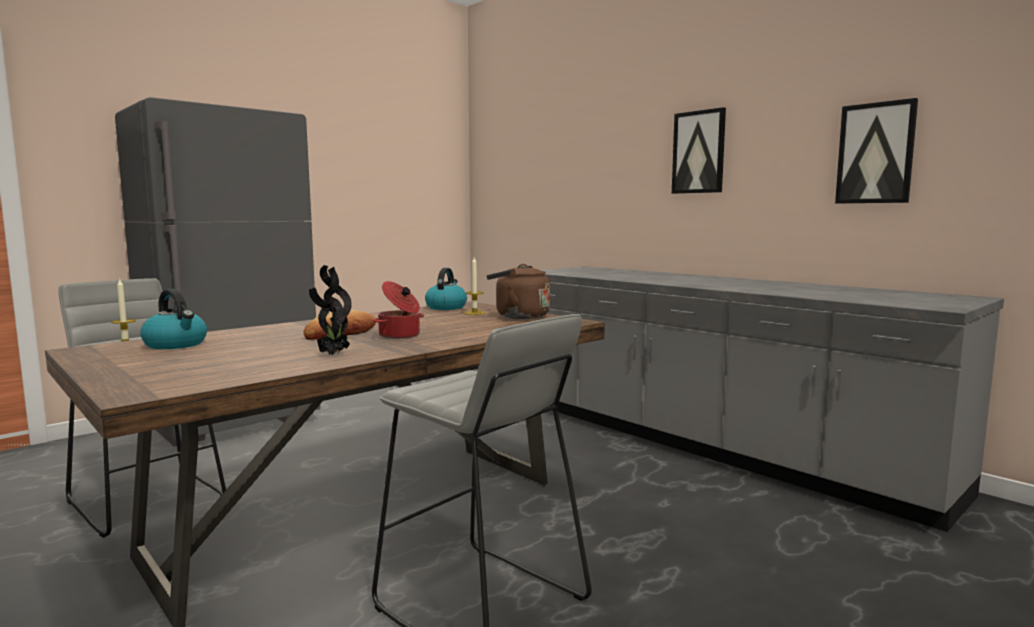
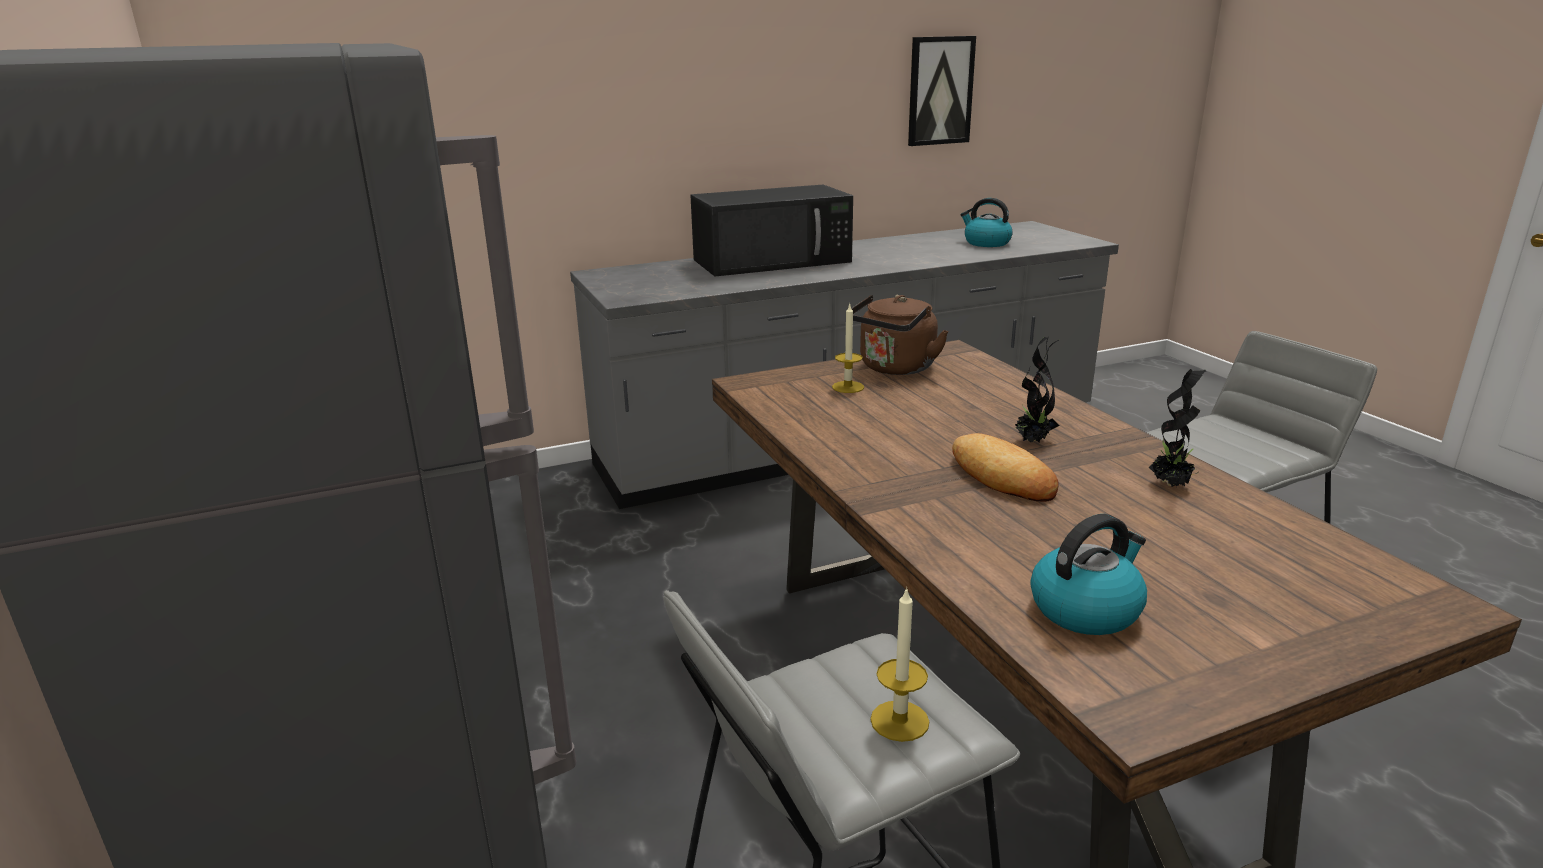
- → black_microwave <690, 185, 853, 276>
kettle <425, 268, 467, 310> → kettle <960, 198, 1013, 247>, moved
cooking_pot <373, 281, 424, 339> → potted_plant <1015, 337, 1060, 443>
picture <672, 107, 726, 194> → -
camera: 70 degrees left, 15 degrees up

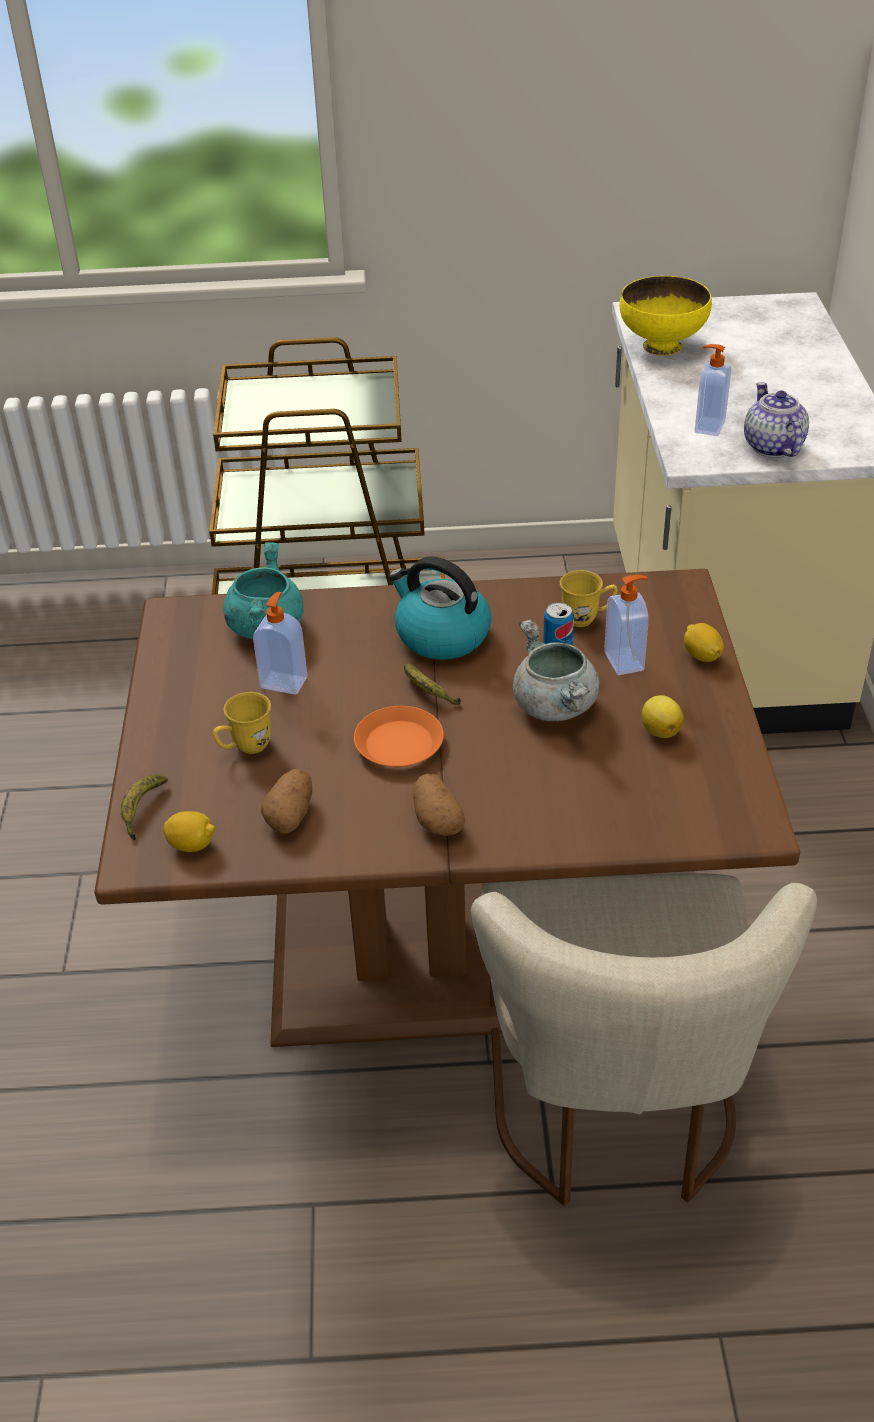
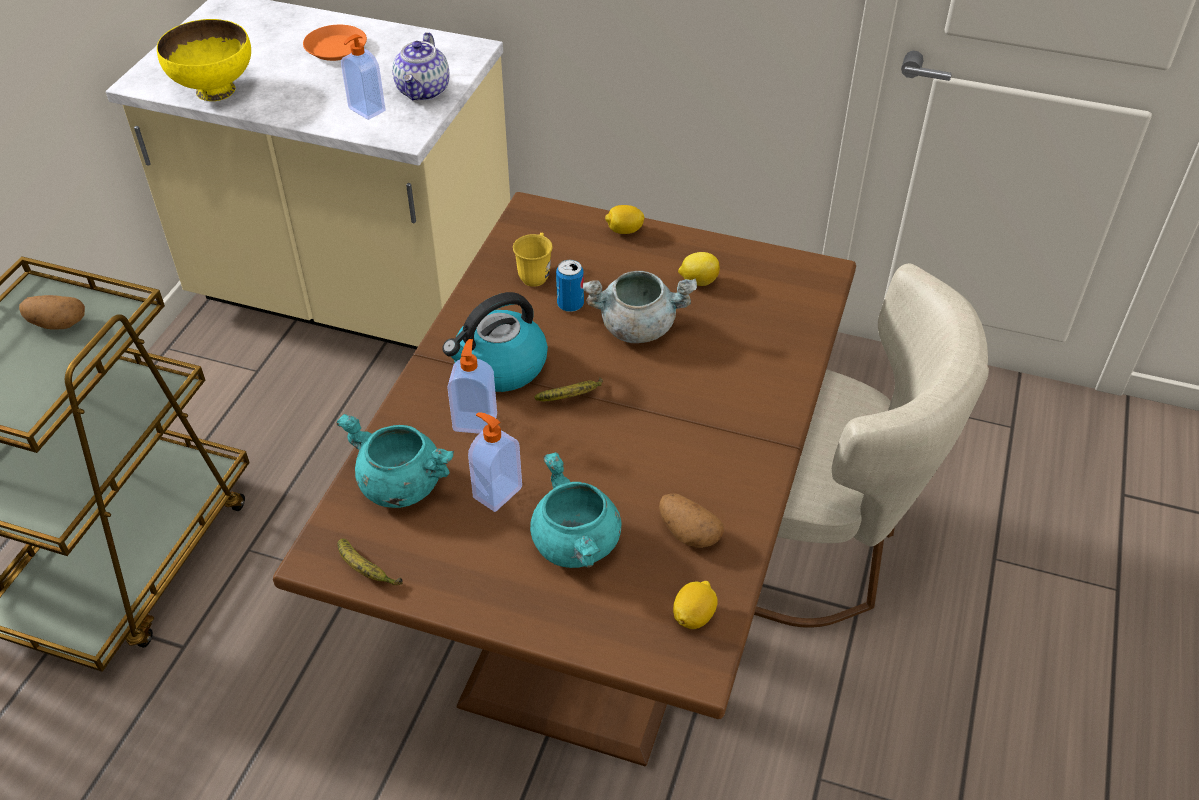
potato <413, 774, 465, 836> → potato <19, 295, 85, 330>, moved
orange_plate <354, 706, 444, 767> → orange_plate <303, 25, 367, 61>, moved
banana <121, 775, 168, 841> → banana <337, 538, 403, 585>, moved
teapot <744, 382, 809, 458> → teapot <392, 32, 450, 101>, 90 degrees counterclockwise
soap_dispenser <604, 575, 649, 675> → soap_dispenser <447, 339, 497, 434>, moved
yellow_mug <213, 692, 271, 754> → turquoise_cooking_pot <530, 452, 622, 568>
camera: 70 degrees left, 5 degrees up

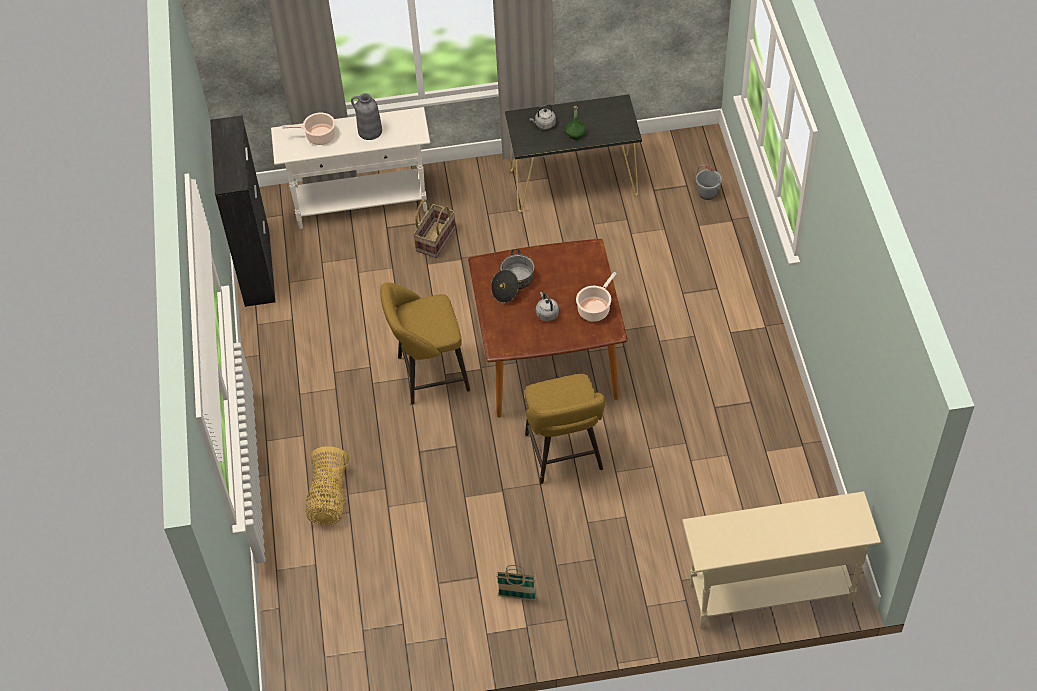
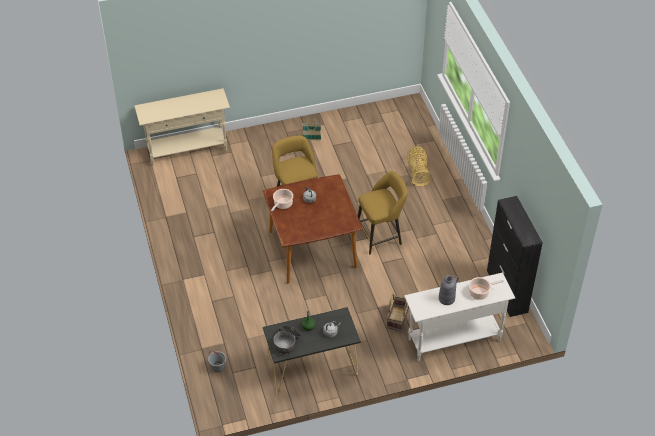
cooking_pot <491, 249, 534, 303> → cooking_pot <273, 325, 301, 353>, moved
camera: 170 degrees right, 5 degrees down

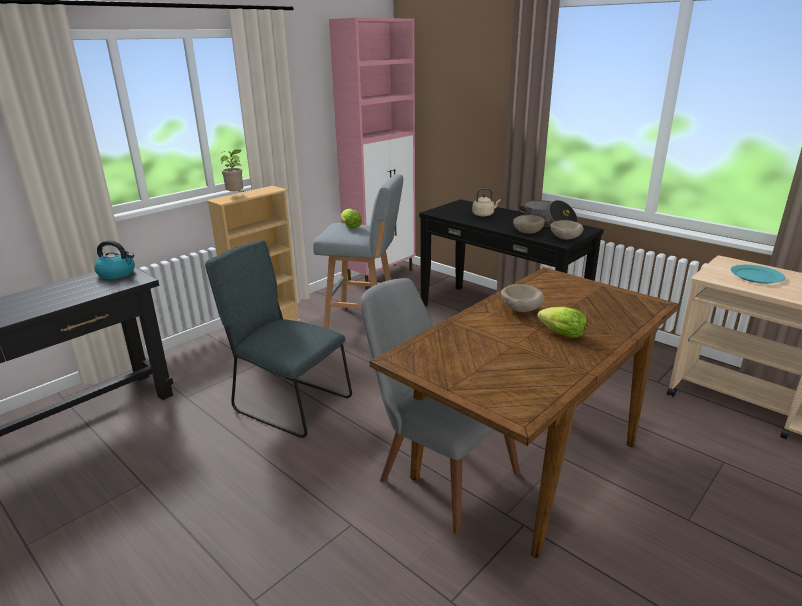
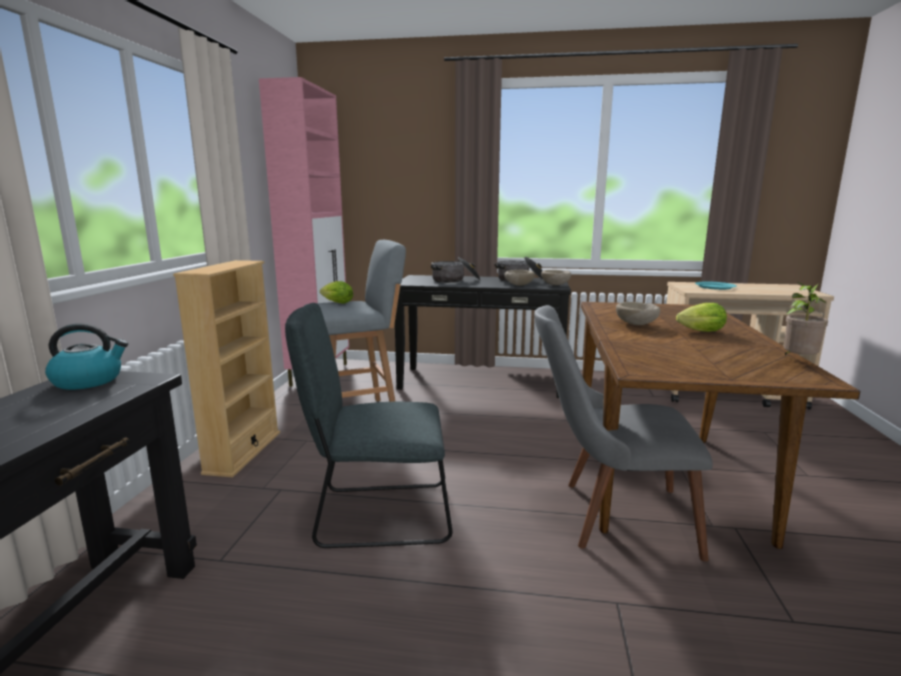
beige_kettle <472, 188, 501, 217> → cooking_pot <431, 257, 481, 283>
potted_plant <221, 149, 245, 193> → potted_plant <784, 282, 828, 355>, moved
camera: 35 degrees left, 10 degrees down

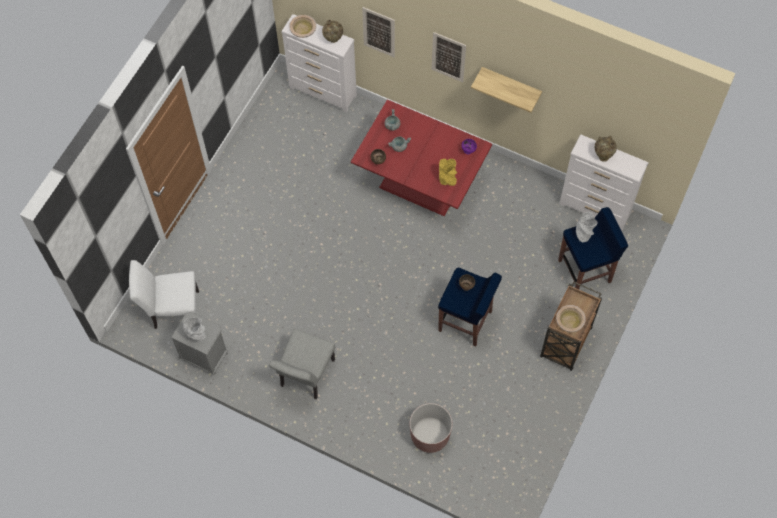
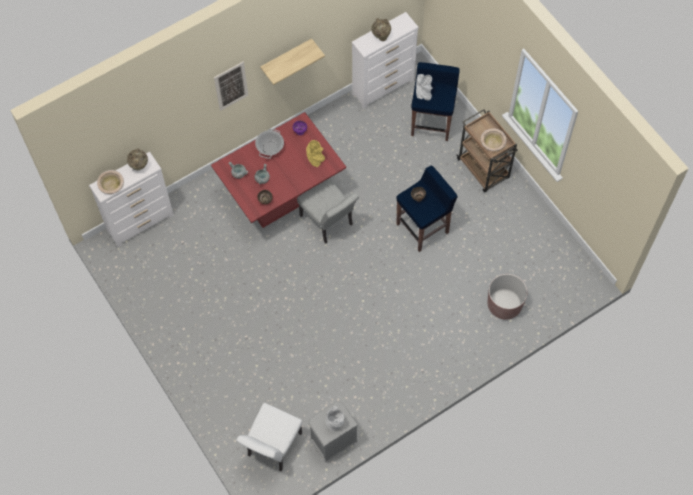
- → cooking_pot <255, 129, 284, 159>
grey_chair <269, 329, 335, 399> → grey_chair <297, 178, 359, 244>, moved
picture <362, 7, 395, 57> → -
camera: 60 degrees left, 0 degrees up

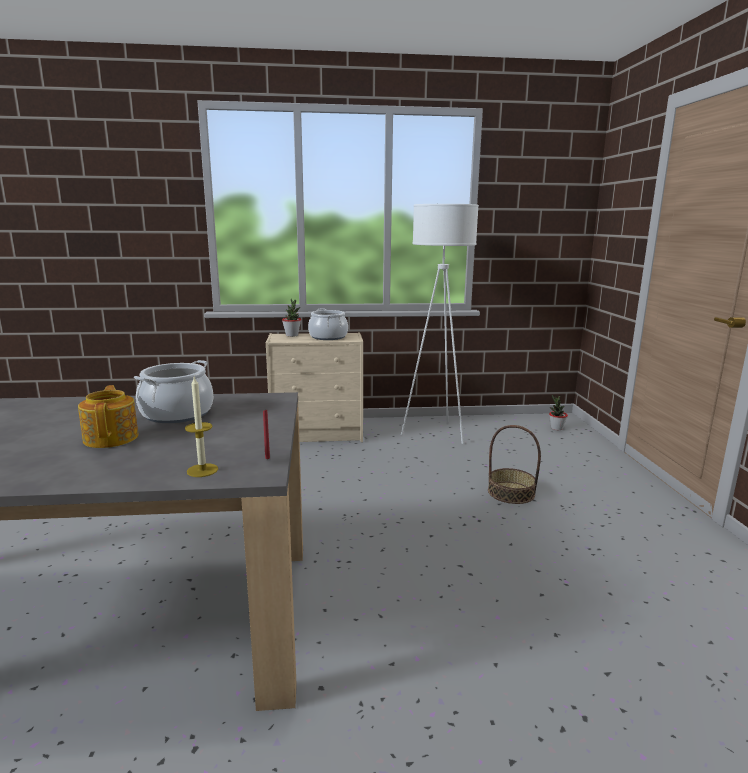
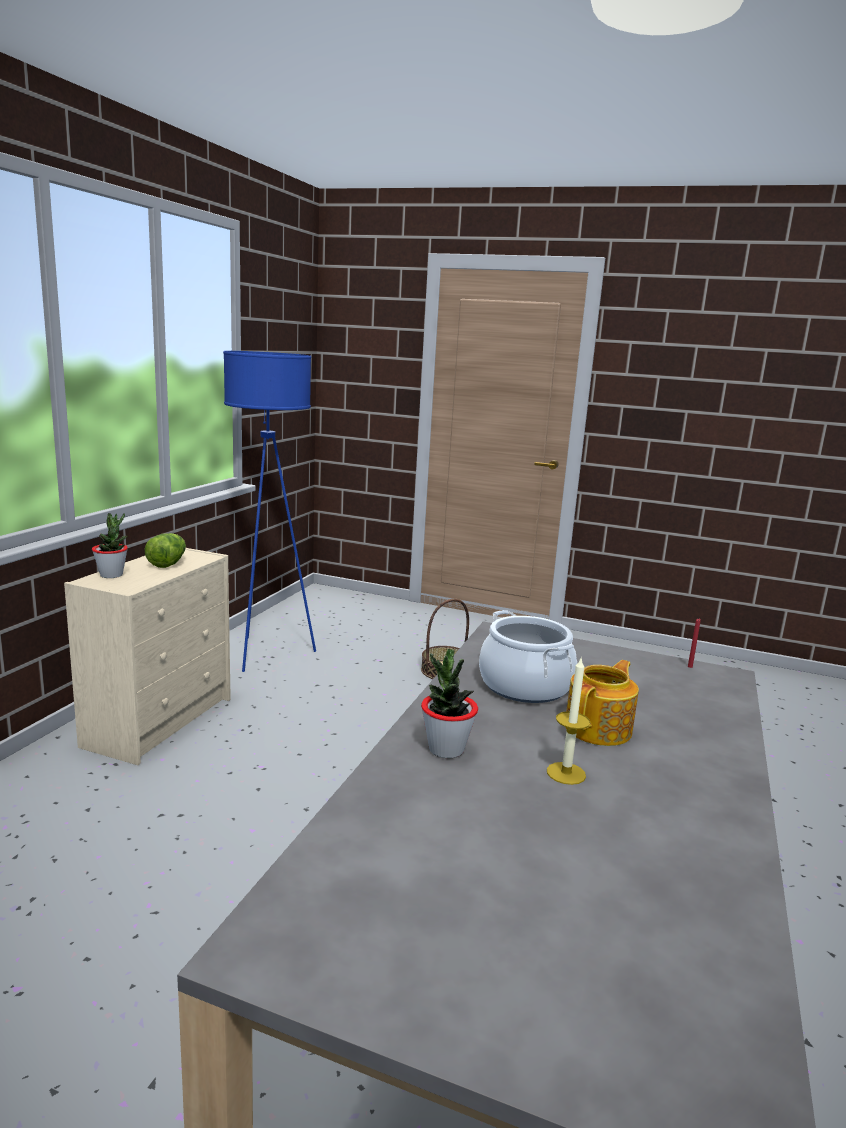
cooking_pot <308, 308, 348, 340> → lettuce <145, 533, 186, 568>
white_floor_lamp <401, 204, 479, 444> → blue_floor_lamp <223, 351, 316, 672>
potted_plant <549, 395, 568, 430> → potted_plant <421, 649, 478, 758>, moved
candle <185, 377, 218, 477> → candle <547, 658, 590, 785>, moved
teapot <78, 385, 138, 448> → teapot <565, 660, 639, 746>, 120 degrees clockwise
camera: 65 degrees left, 0 degrees up

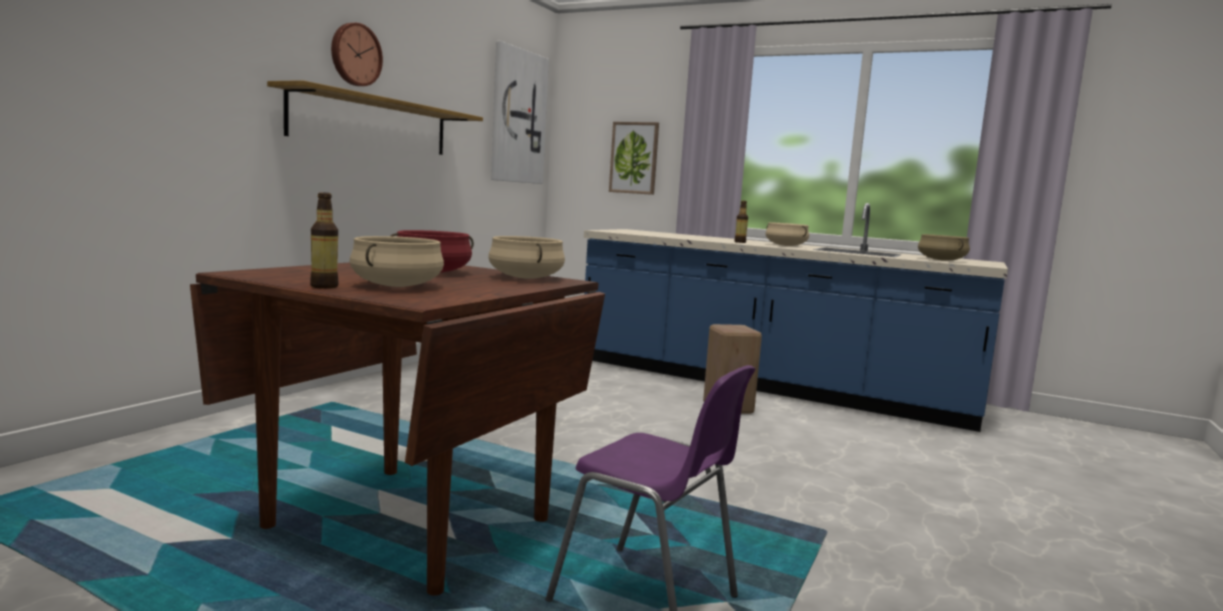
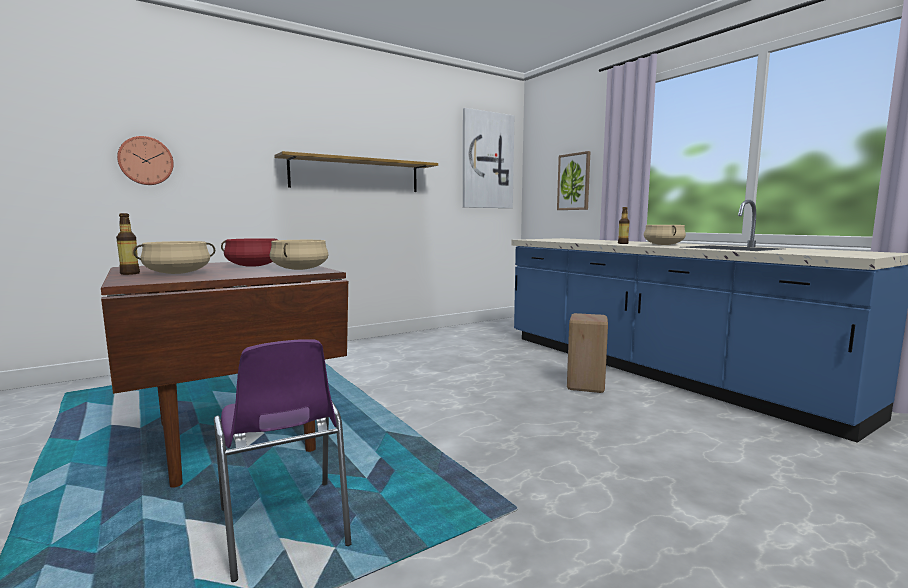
wall_clock <331, 23, 383, 86> → wall_clock <117, 136, 174, 185>, moved
beige_cooking_pot <918, 234, 970, 261> → -
camera: 30 degrees right, 0 degrees up

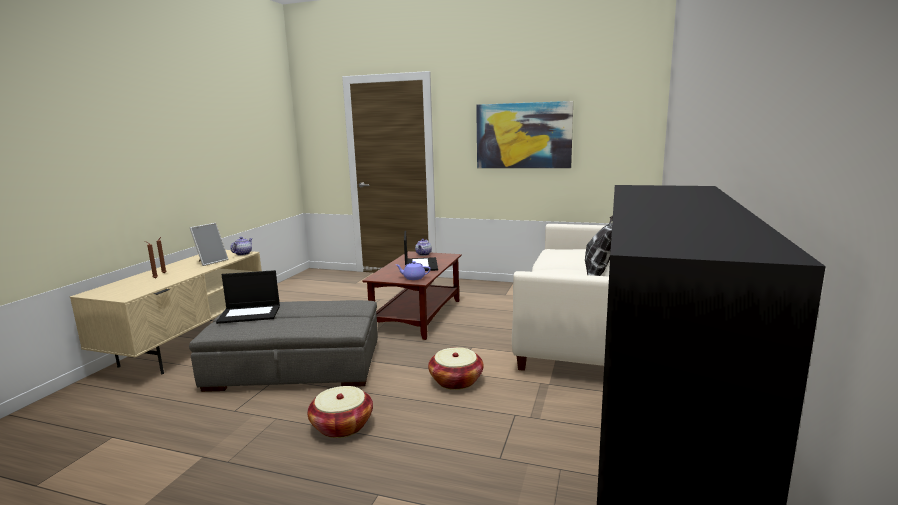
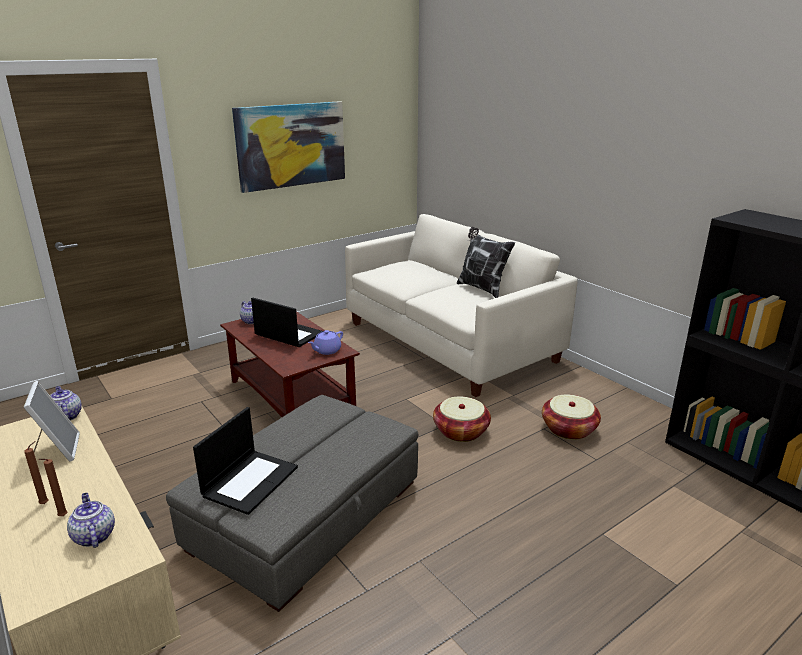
- → teapot <67, 493, 115, 548>
basket <307, 386, 373, 438> → basket <542, 395, 601, 440>, moved
camera: 55 degrees left, 10 degrees up

